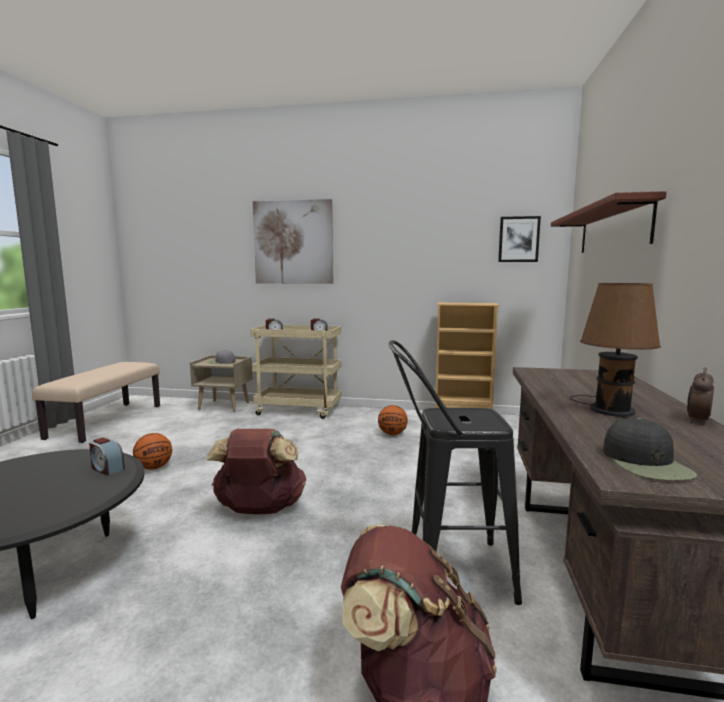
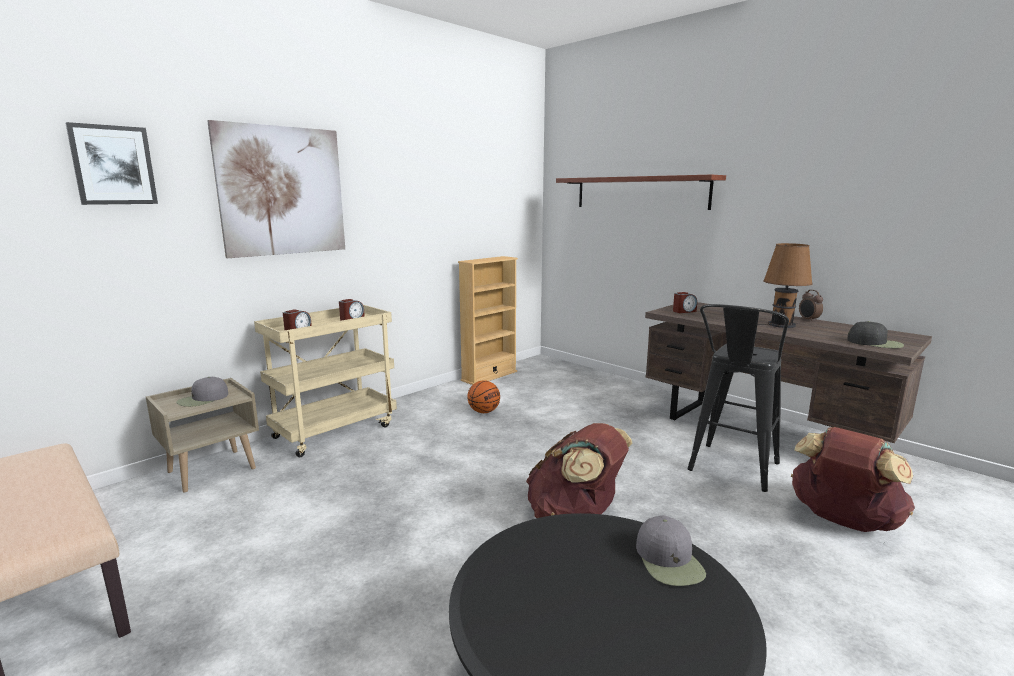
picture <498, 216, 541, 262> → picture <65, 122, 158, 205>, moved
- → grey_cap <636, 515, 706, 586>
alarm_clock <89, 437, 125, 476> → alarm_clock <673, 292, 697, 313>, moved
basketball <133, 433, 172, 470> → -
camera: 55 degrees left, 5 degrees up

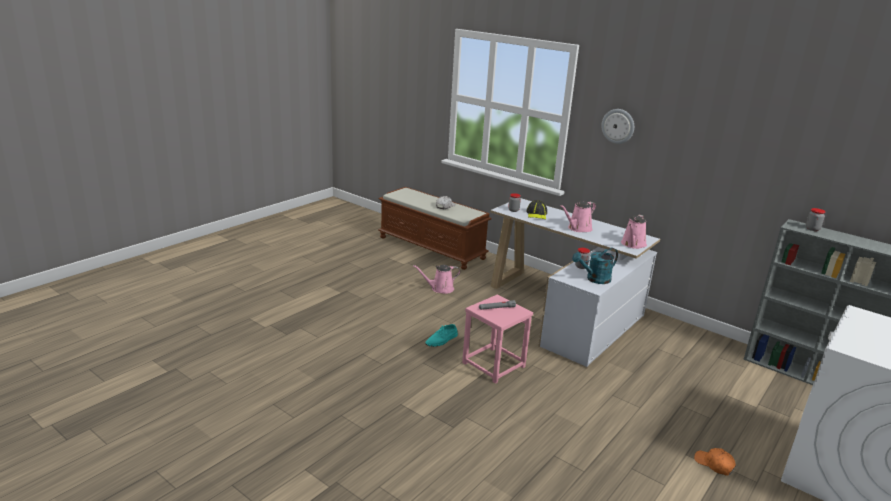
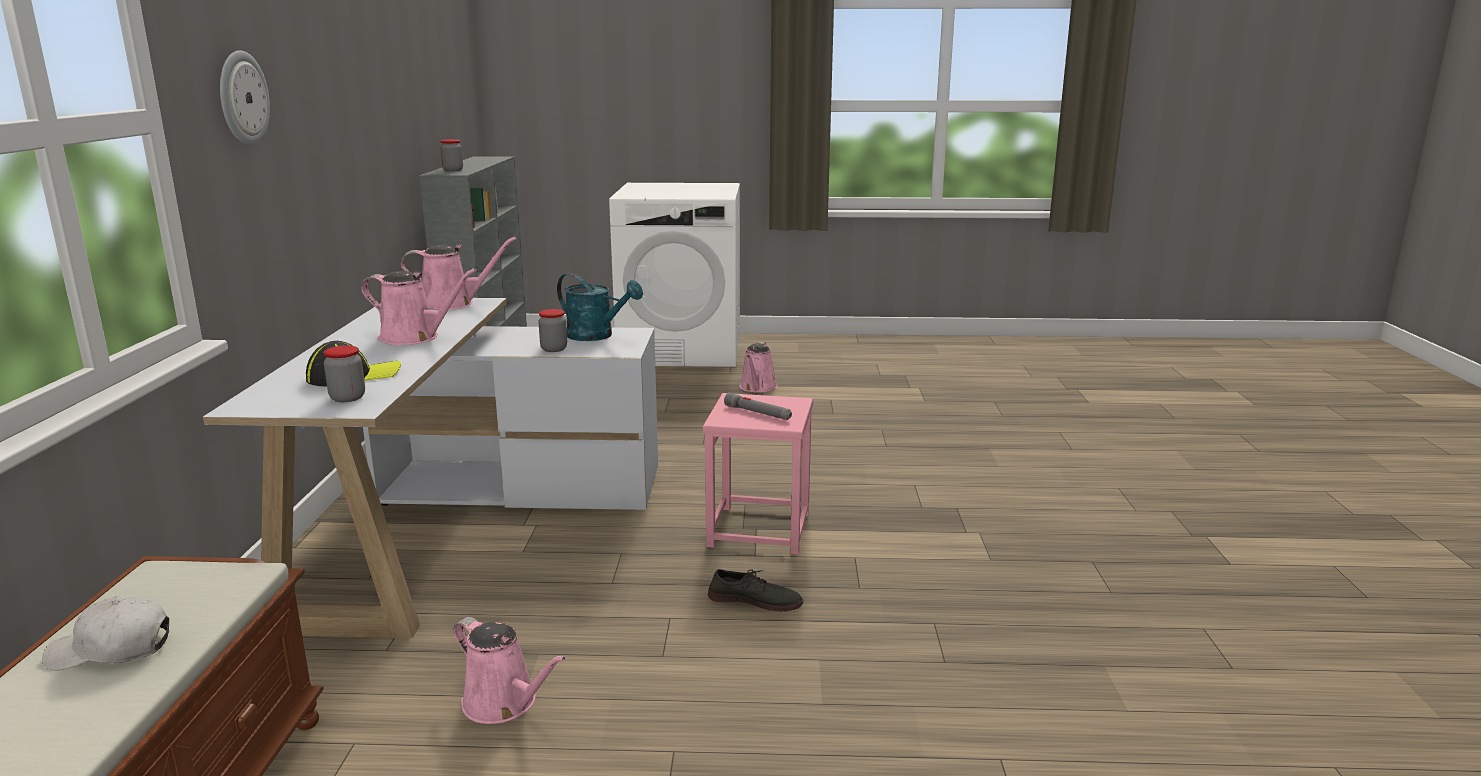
turquoise_shoe <425, 324, 458, 347> → grey_shoe <708, 569, 803, 611>
orange_cap <694, 448, 736, 476> → pink_watering_can <739, 342, 778, 393>
camera: 125 degrees left, 5 degrees down

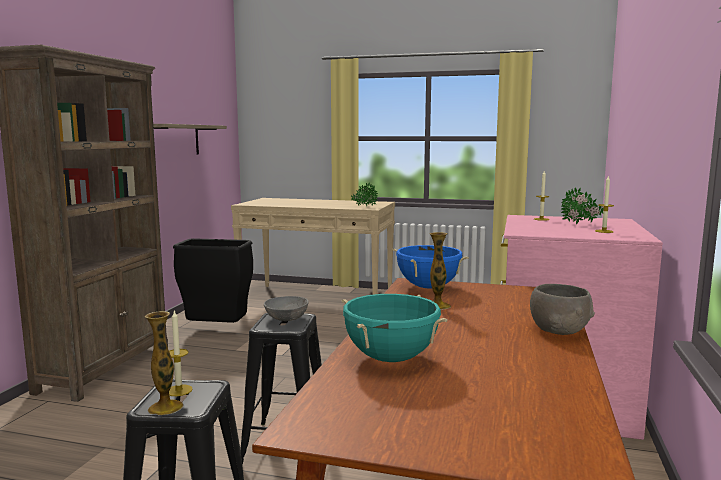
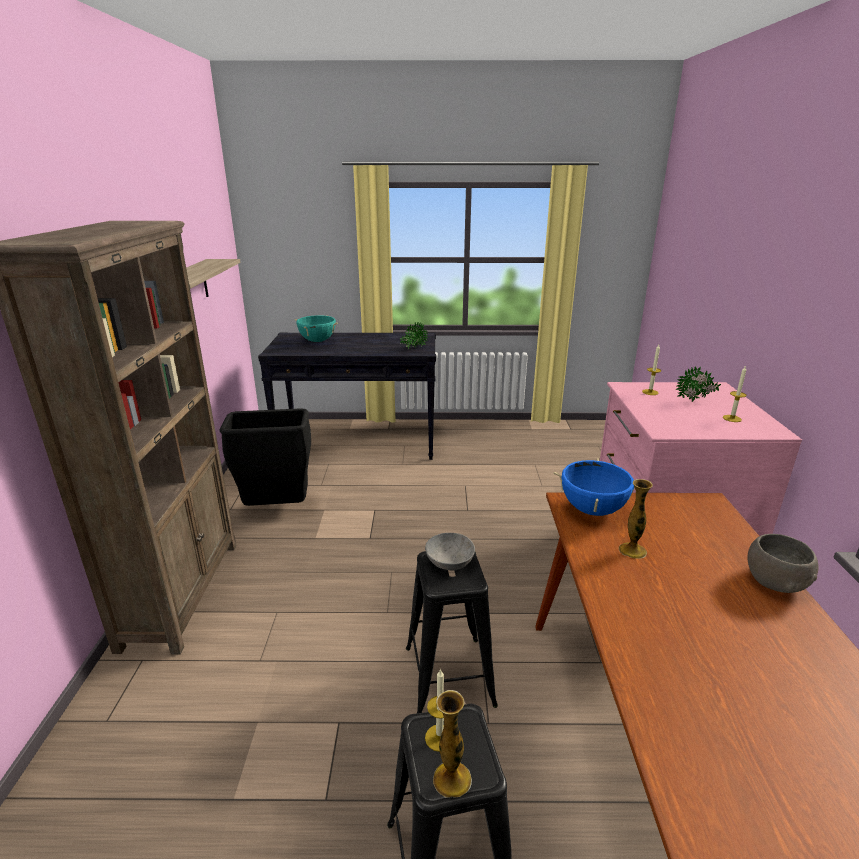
beige_console_table <231, 198, 395, 295> → black_console_table <258, 332, 436, 460>
turquoise_cooking_pot <341, 294, 447, 362> → turquoise_cooking_pot <295, 315, 338, 342>, moved
camera: 15 degrees left, 15 degrees up

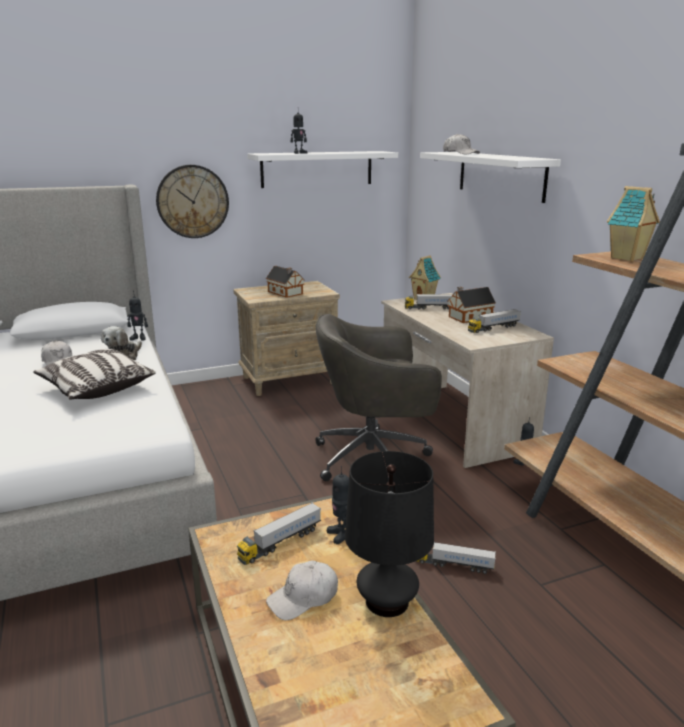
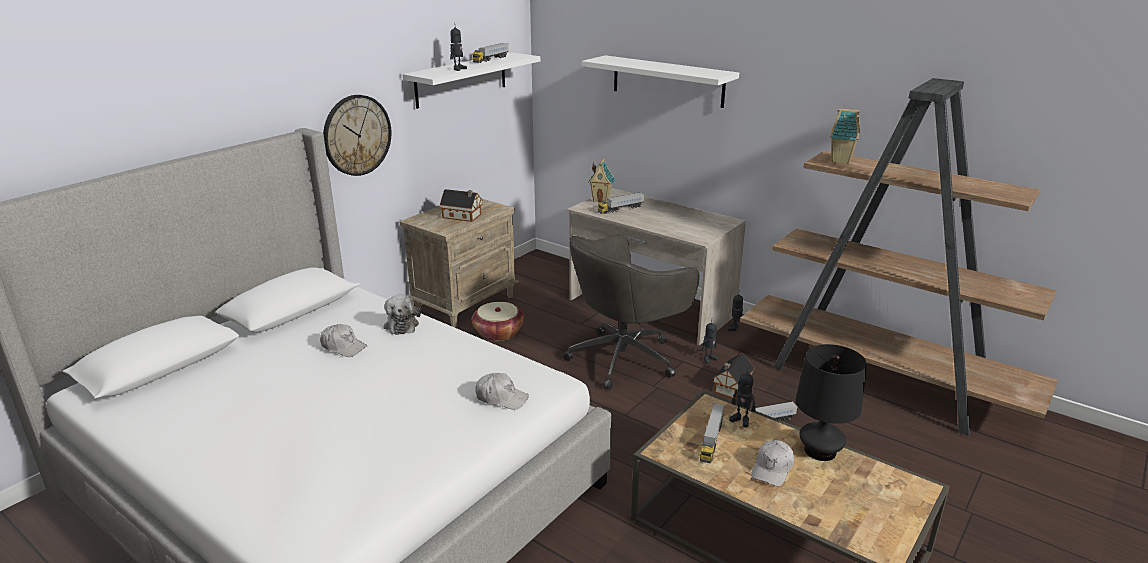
toy_truck <468, 309, 521, 333> → toy_truck <472, 43, 509, 63>, moved
- → basket <472, 302, 524, 341>
white_cap <443, 134, 480, 155> → white_cap <475, 373, 529, 410>, moved
toy_robot <127, 291, 148, 341> → toy_robot <701, 322, 718, 364>, moved
toy_house <448, 287, 496, 323> → toy_house <713, 353, 755, 400>, moved
pillow <33, 349, 156, 400> → -
camera: 30 degrees left, 5 degrees up

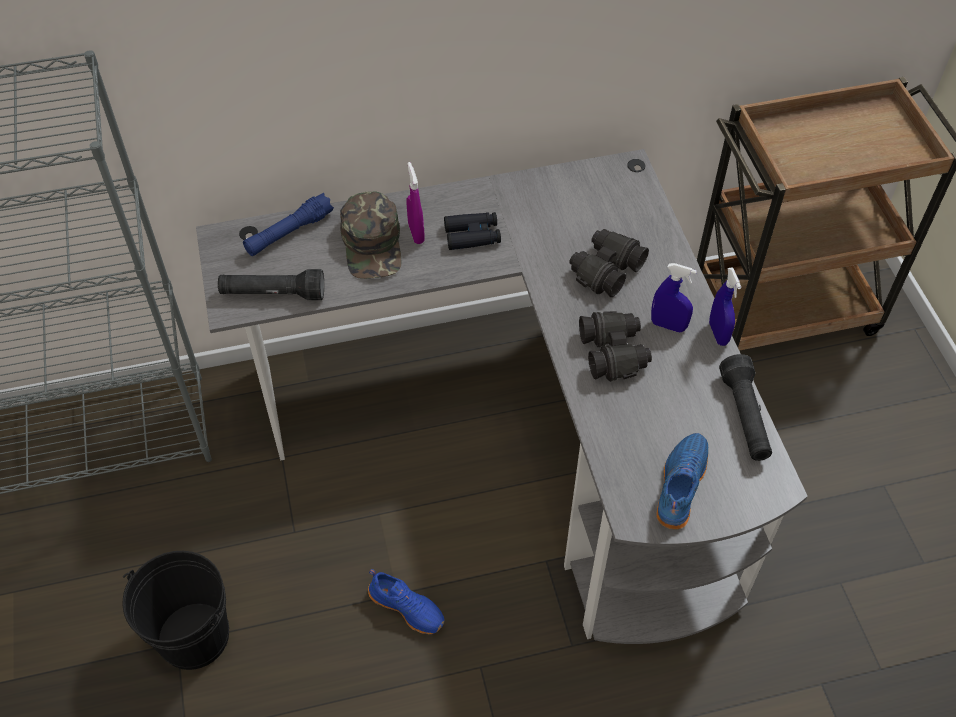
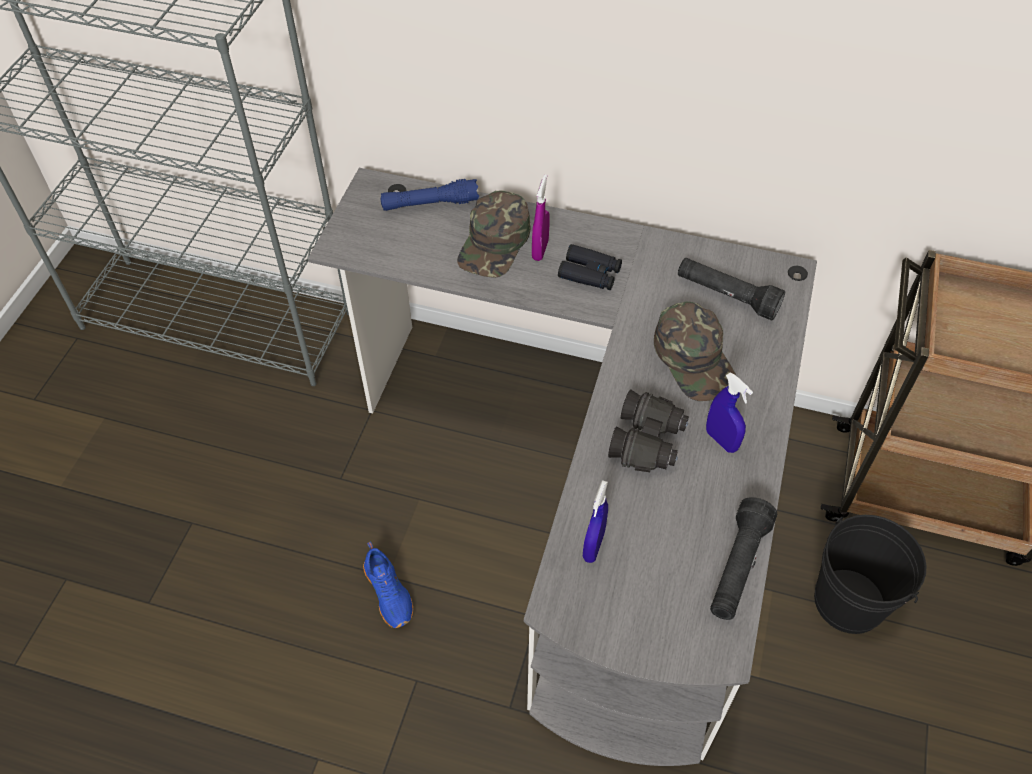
blue_spray_bottle <709, 267, 741, 346> → blue_spray_bottle <583, 480, 608, 563>, moved
black_binoculars <569, 229, 649, 297> → green_cap <654, 302, 736, 401>
black_flashlight <218, 269, 324, 300> → black_flashlight <678, 258, 785, 321>, moved
black_bucket <123, 551, 229, 670> → black_bucket <814, 515, 926, 634>, moved
blue_shoe <656, 433, 708, 530> → -
camera: 30 degrees right, 0 degrees up

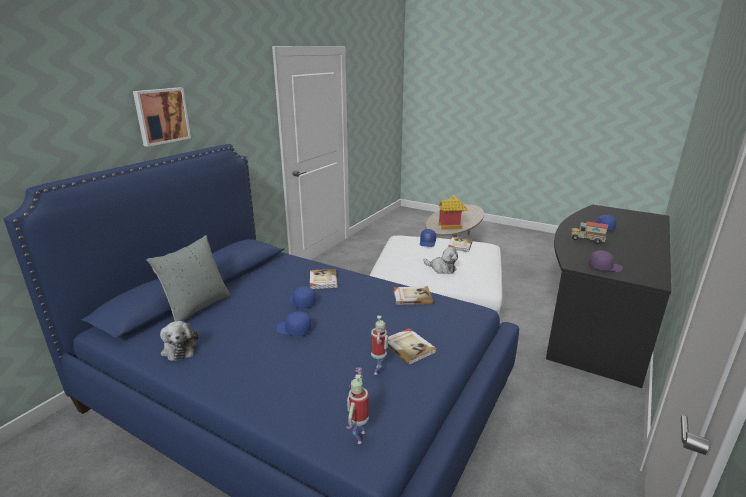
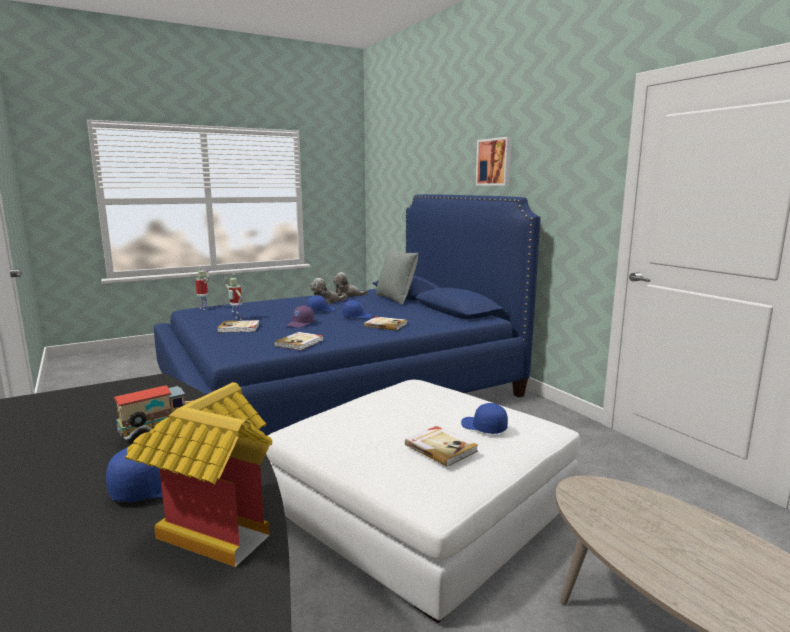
toy_house <438, 195, 468, 230> → toy_house <125, 382, 272, 567>, moved
purple_cap <589, 250, 623, 272> → purple_cap <286, 306, 314, 328>, moved
plush_toy <424, 247, 458, 274> → plush_toy <310, 278, 347, 304>, moved
camera: 120 degrees right, 10 degrees down

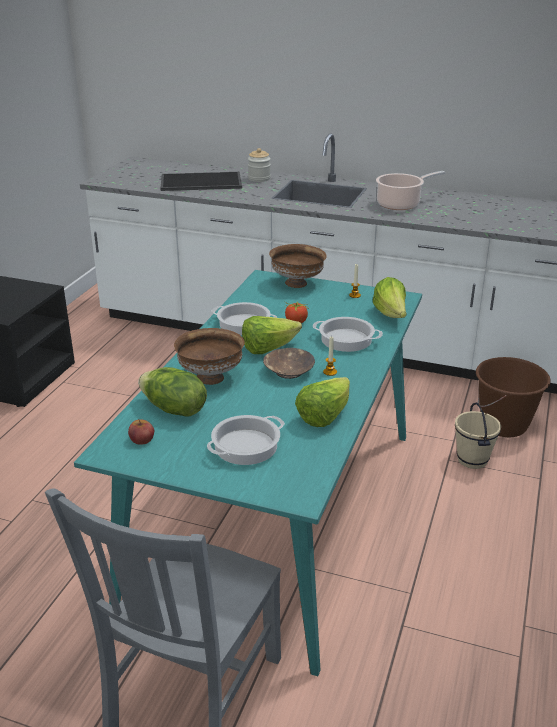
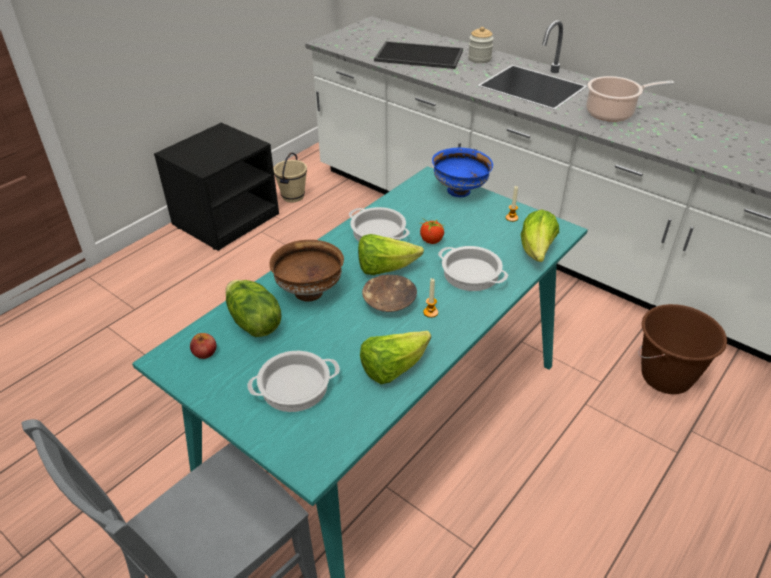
beige_bucket <455, 403, 501, 469> → beige_bucket <273, 152, 307, 203>, moved
brown_bowl <269, 244, 327, 288> → blue_bowl <432, 148, 493, 197>
camera: 20 degrees right, 10 degrees up

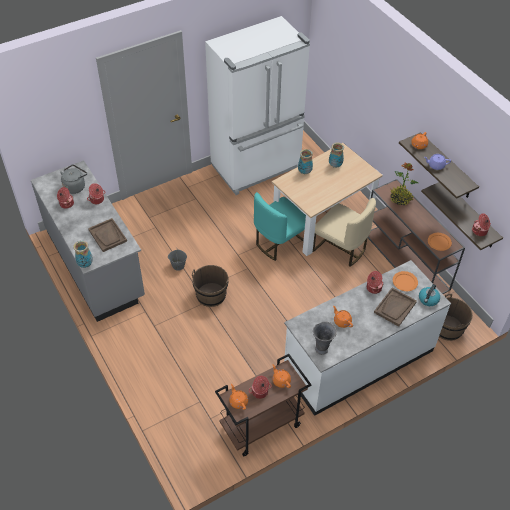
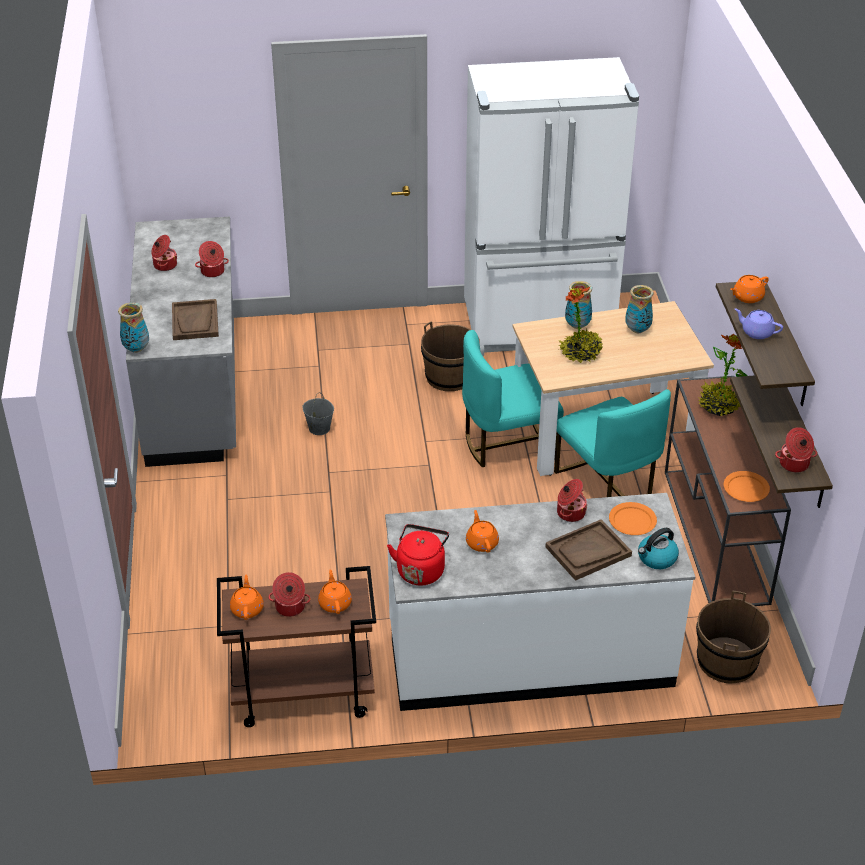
grey_vase <313, 321, 337, 355> → red_kettle <387, 524, 449, 585>
brown_bucket <192, 265, 229, 307> → brown_bucket <421, 321, 480, 391>, moved
beige_chair <313, 198, 376, 267> → turquoise_chair <554, 389, 671, 497>
- → potted_plant <558, 287, 603, 363>
grey_kettle <60, 165, 87, 194> → -
camera: 25 degrees right, 10 degrees down

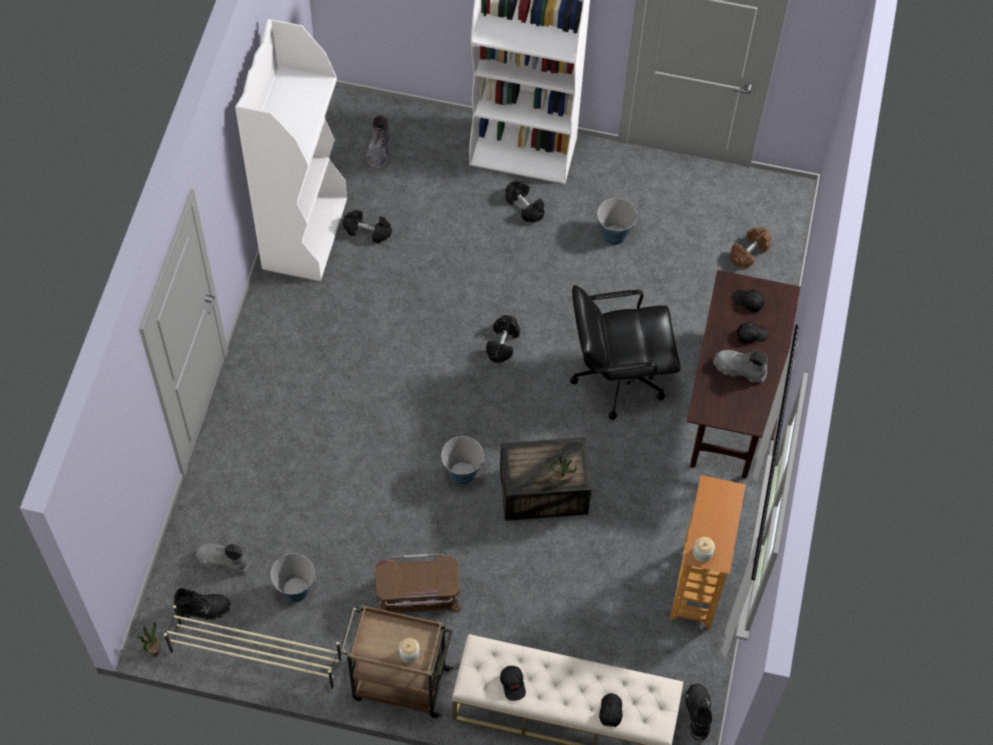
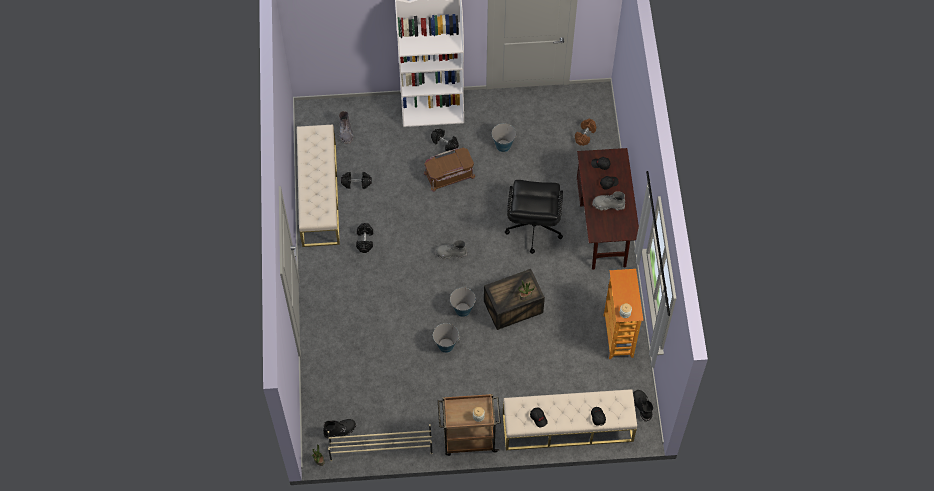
white_bookcase <235, 19, 347, 281> → beige_bench <297, 124, 340, 247>
black_dumbbell <486, 315, 520, 363> → black_dumbbell <356, 223, 373, 253>, moved
brown_storage_box <375, 554, 462, 613> → brown_storage_box <424, 148, 475, 192>, moved
bucket <271, 553, 316, 602> → bucket <433, 323, 460, 353>, moved
grey_boot <196, 543, 250, 574> → grey_boot <436, 240, 467, 259>, moved
black_office_chair <570, 285, 680, 420> → black_office_chair <505, 180, 563, 254>, 60 degrees counterclockwise
camera: 15 degrees left, 0 degrees up

